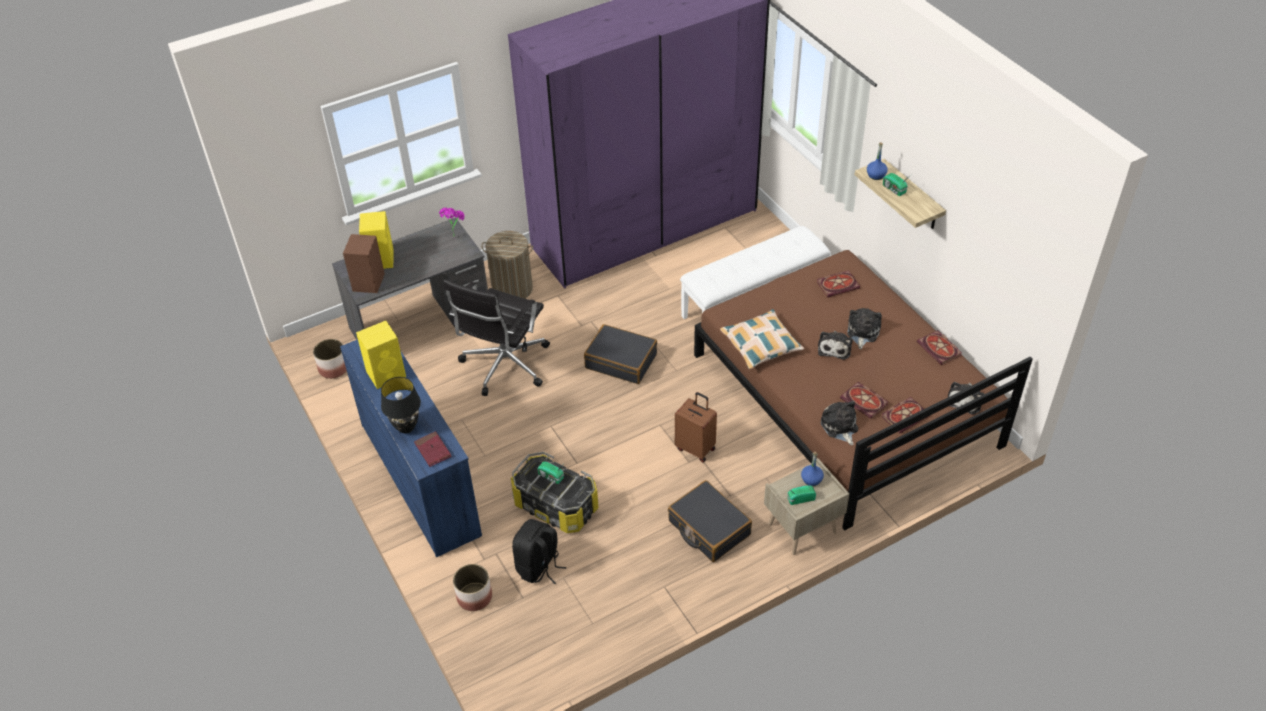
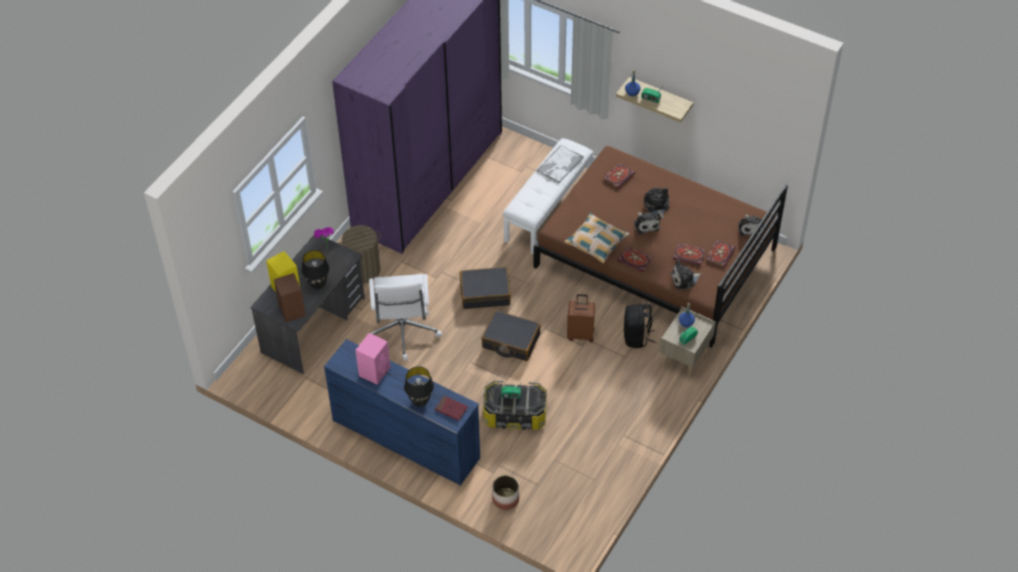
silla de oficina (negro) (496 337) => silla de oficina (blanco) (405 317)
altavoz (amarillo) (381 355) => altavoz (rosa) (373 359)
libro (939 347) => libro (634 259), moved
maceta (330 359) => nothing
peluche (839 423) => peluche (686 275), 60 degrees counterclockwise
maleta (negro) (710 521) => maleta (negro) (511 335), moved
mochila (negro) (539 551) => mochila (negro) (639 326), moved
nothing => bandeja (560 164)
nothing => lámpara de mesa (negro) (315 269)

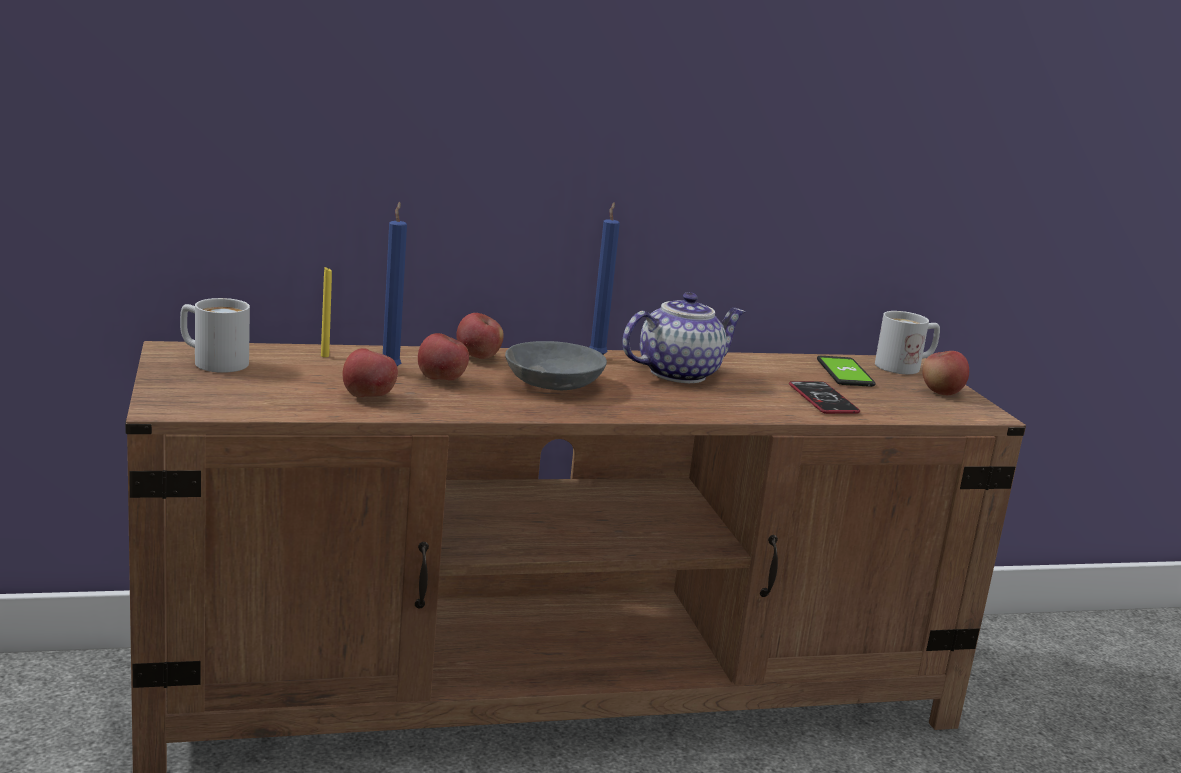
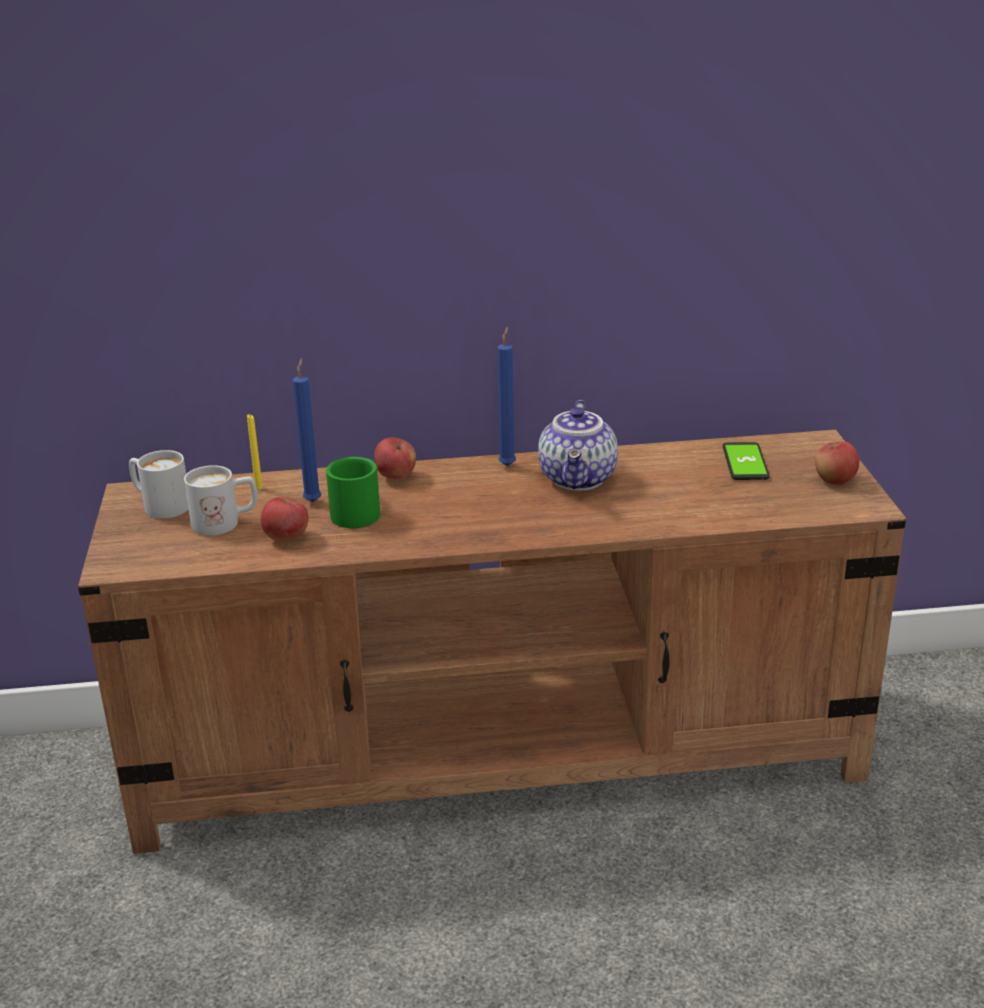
tetera (684 337) => tetera (578 445), 120 degrees clockwise
taza grande (blanco) (907 342) => taza grande (blanco) (220 500), moved
manzana (443 356) => taza grande (verde) (353 492)
cuenco (gris) (556 365) => nothing
móvil (824 397) => nothing

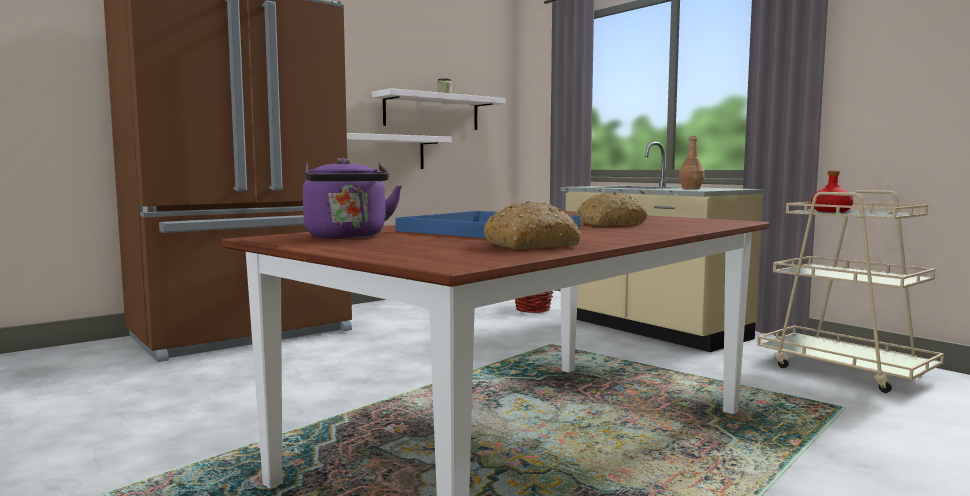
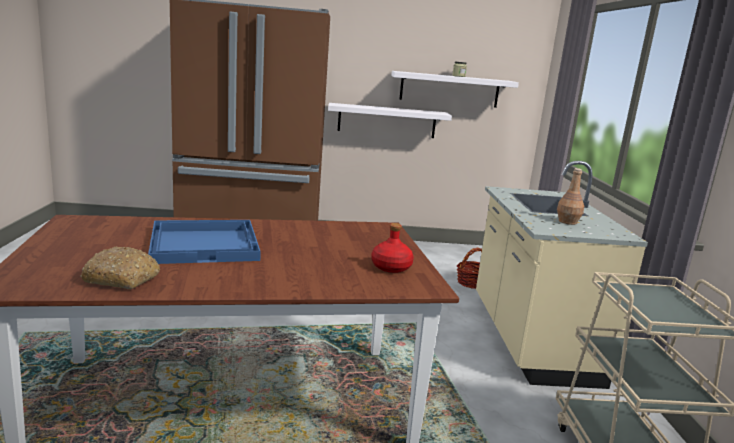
hervidor (morado) (352 198) => nothing
botella (rojo) (832 191) => botella (rojo) (392 248), moved
pan (611 209) => nothing

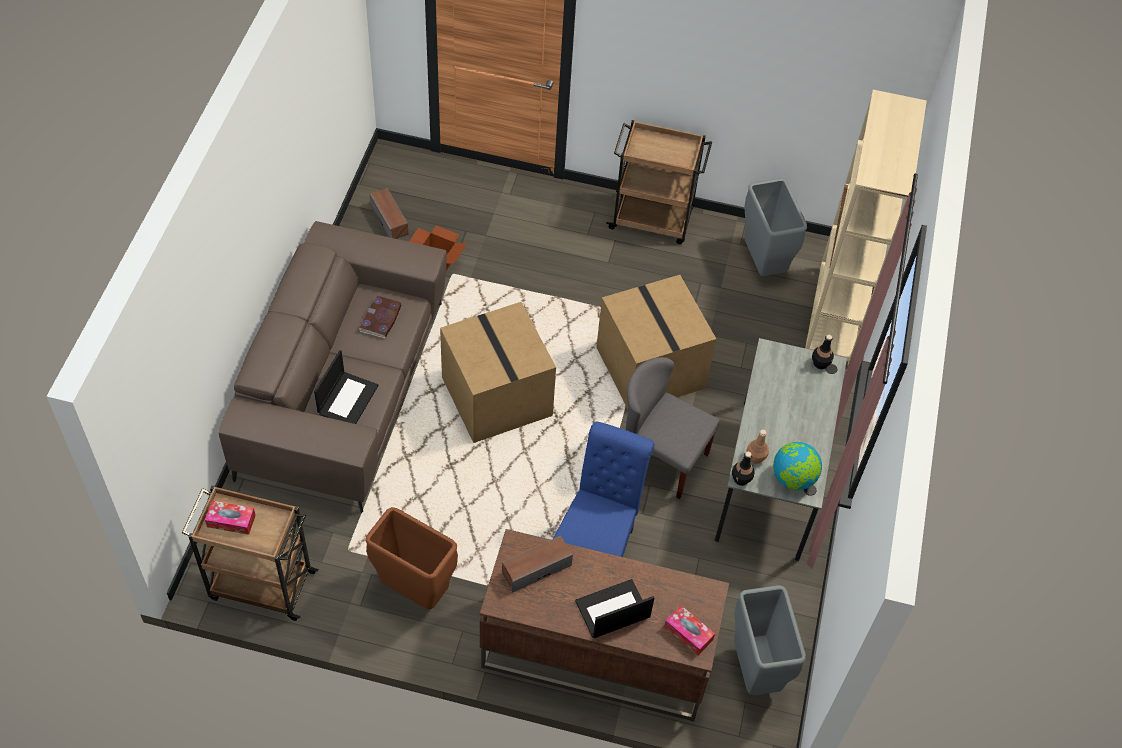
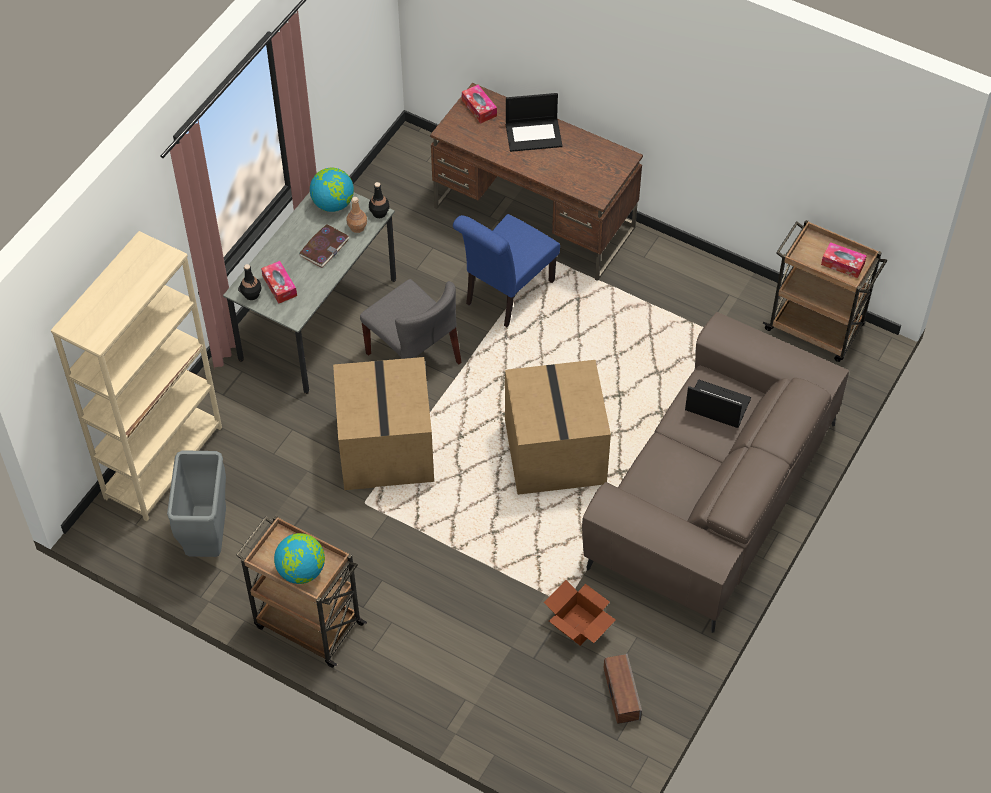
libro (380 317) => libro (324 246), moved
portátil (346 387) => portátil (718 403), 75 degrees clockwise
papelera (marrón) (412 558) => nothing
altavoz (537 564) => nothing
papelera (gris) (770 640) => nothing
nothing => caja de pañuelos (279 282)
nothing => globo terráqueo (299 558)

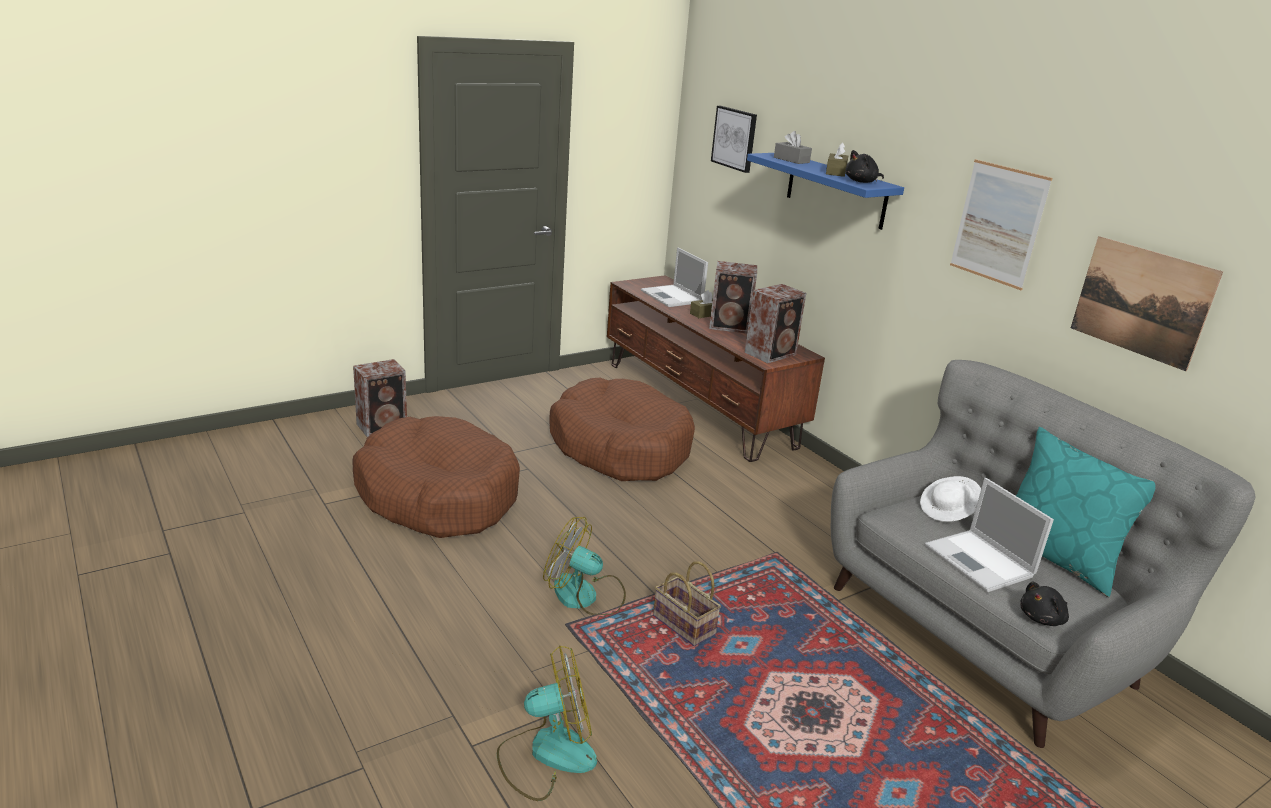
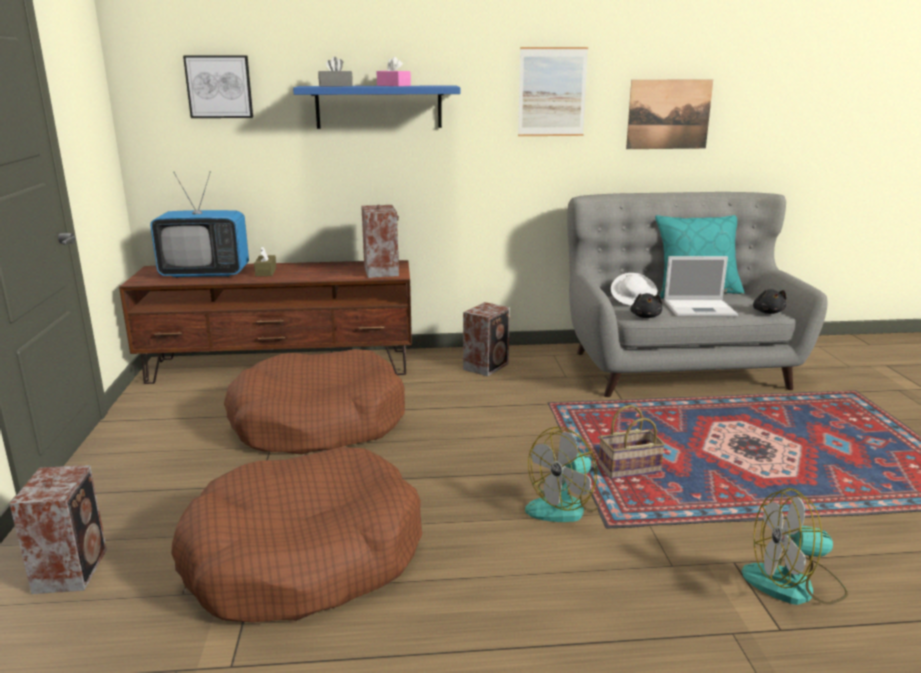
caja de pañuelos (marrón) (837 159) => caja de pañuelos (rosa) (393 71)
peluche (negro) (864 166) => peluche (negro) (646 305), moved
portátil (674 277) => televisor (199 224)
altavoz (733 297) => altavoz (486 339), moved
ventilador (547 723) => ventilador (794 546), 105 degrees counterclockwise

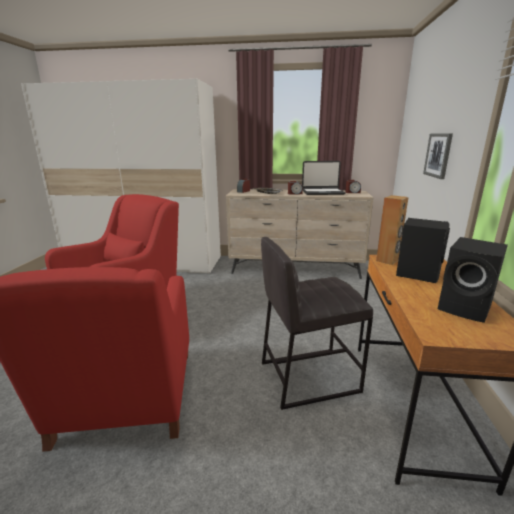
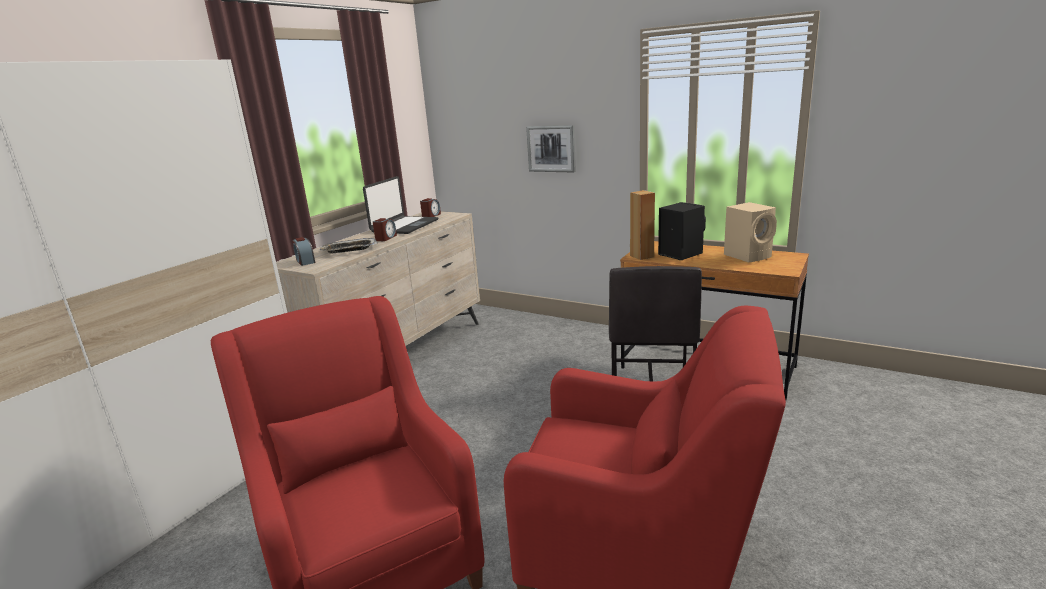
altavoz (negro) (473 280) => altavoz (beis) (750 232)

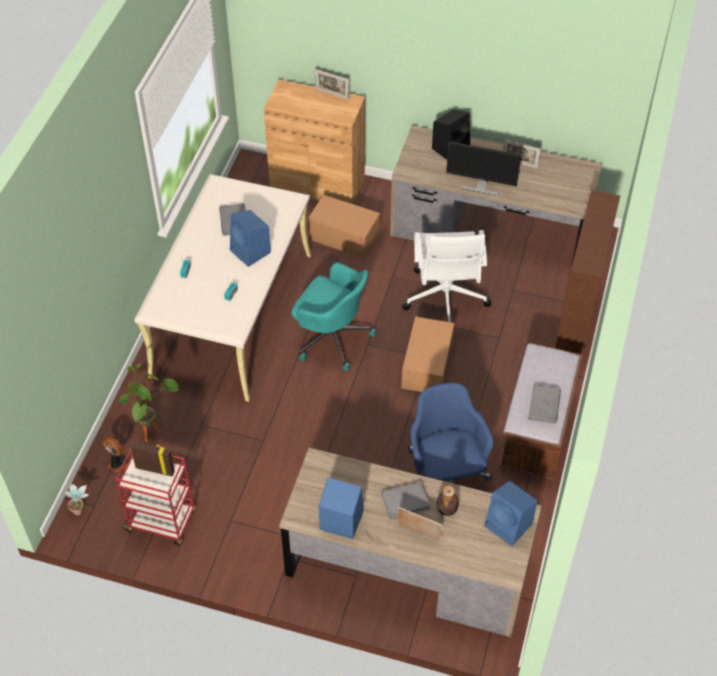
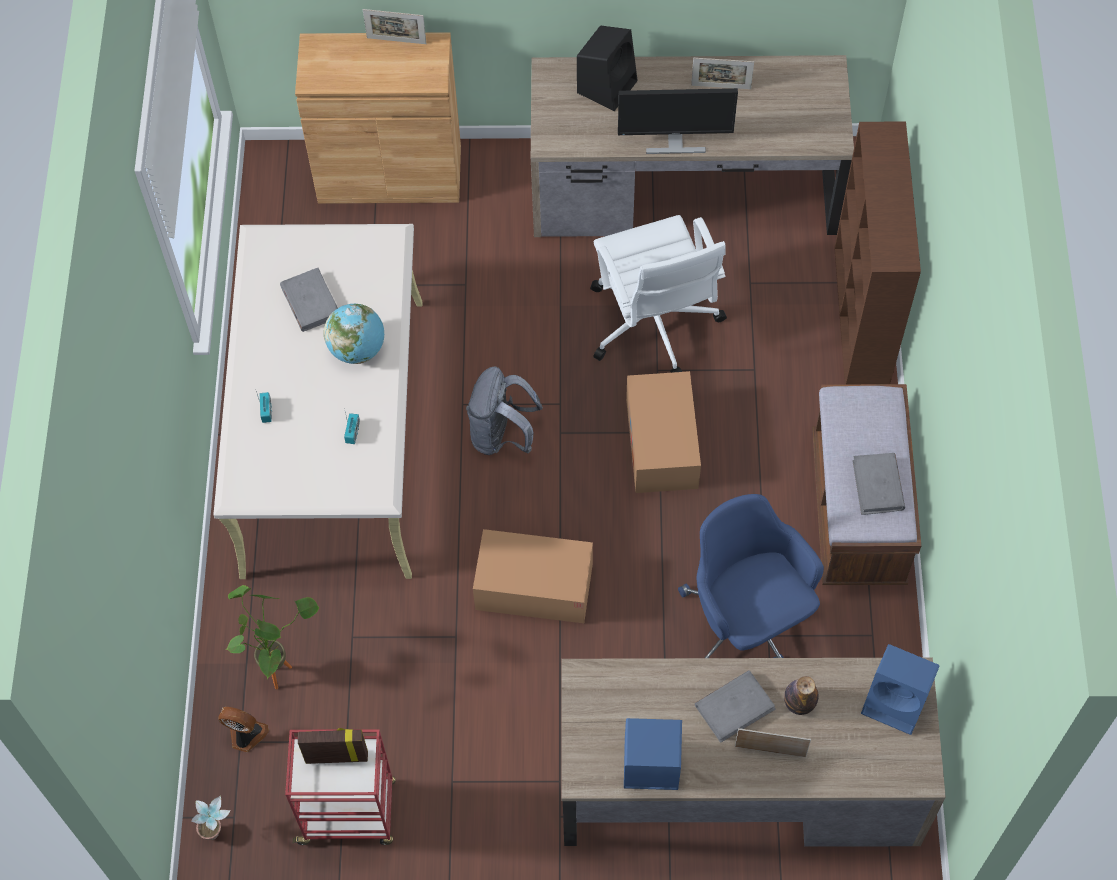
caja de cartón (343 226) => caja de cartón (533 576), moved
altavoz (azul) (250 238) => globo terráqueo (354 334)
silla de oficina (turquesa) (334 316) => mochila (gris) (504 410)

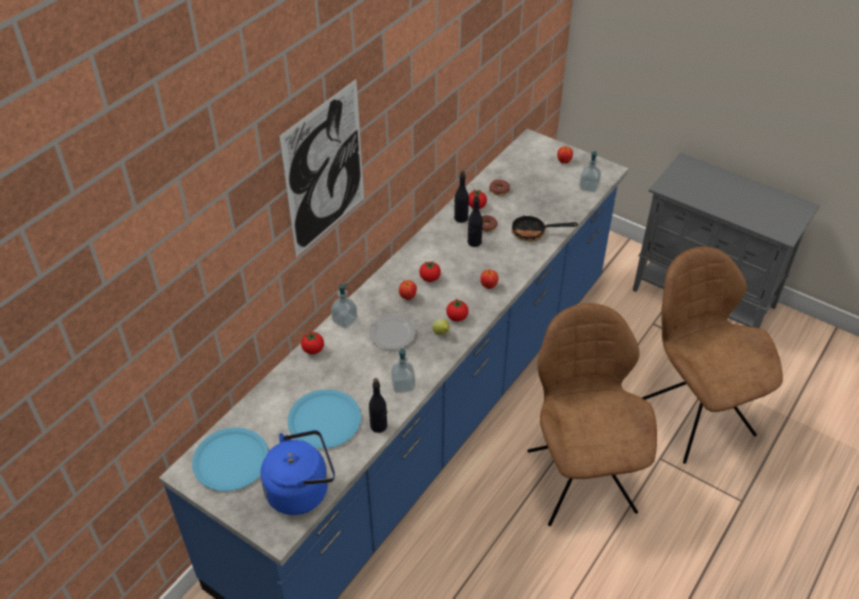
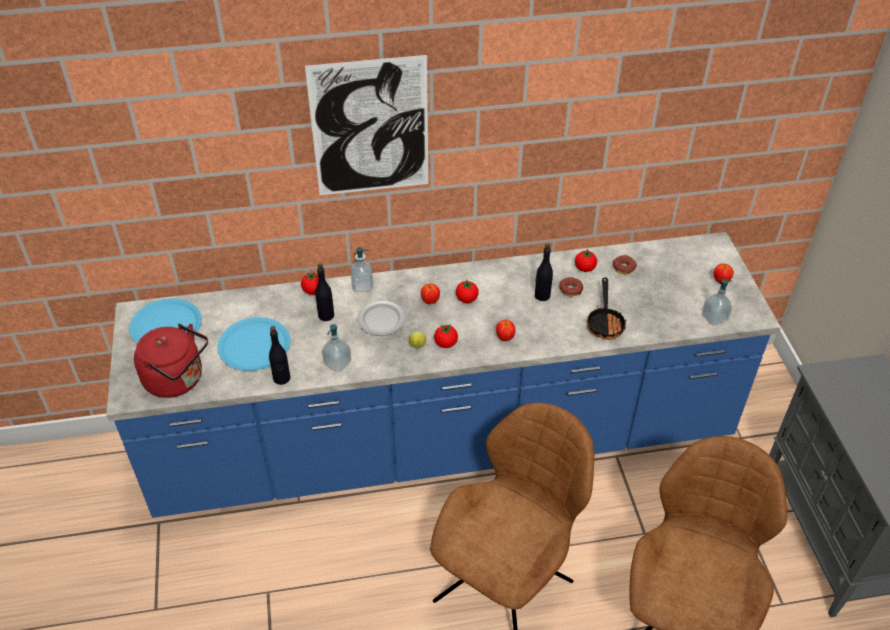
botella (negro) (461 196) => botella (negro) (324 292), moved
sartén (545 225) => sartén (606 308), 135 degrees counterclockwise
hervidor (azul) (297 472) => hervidor (rojo) (171 361)

